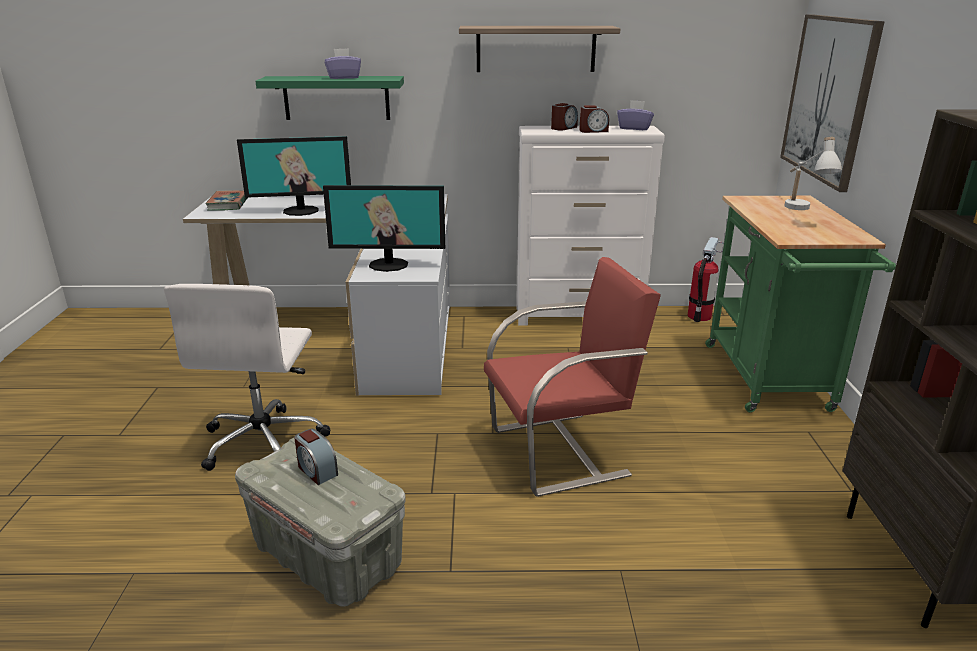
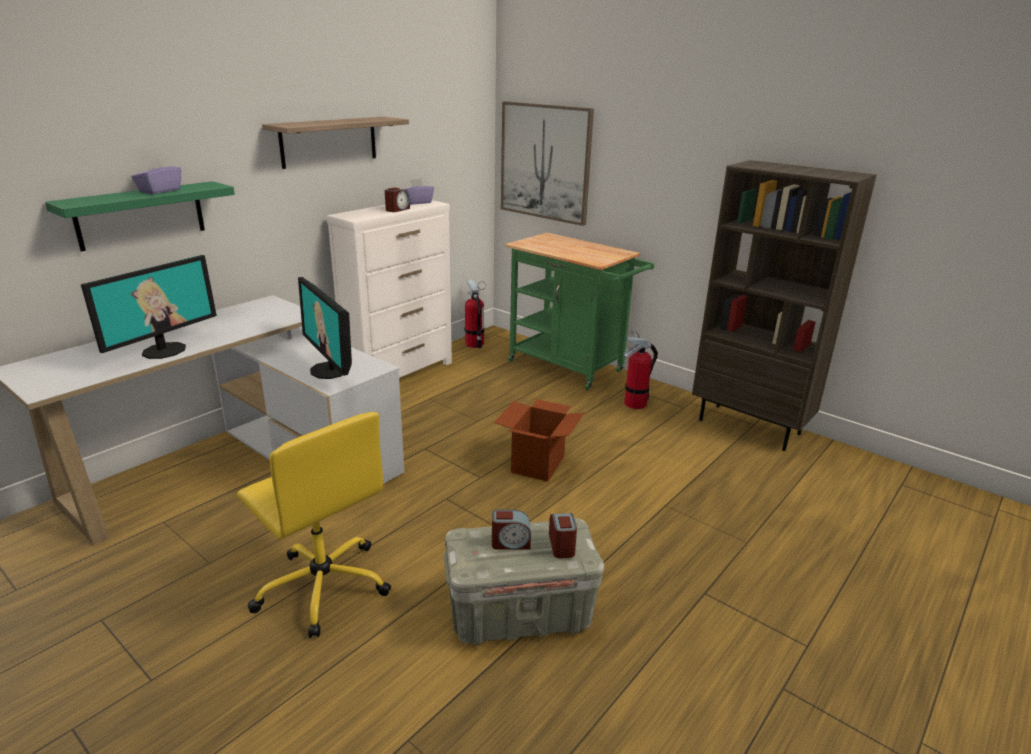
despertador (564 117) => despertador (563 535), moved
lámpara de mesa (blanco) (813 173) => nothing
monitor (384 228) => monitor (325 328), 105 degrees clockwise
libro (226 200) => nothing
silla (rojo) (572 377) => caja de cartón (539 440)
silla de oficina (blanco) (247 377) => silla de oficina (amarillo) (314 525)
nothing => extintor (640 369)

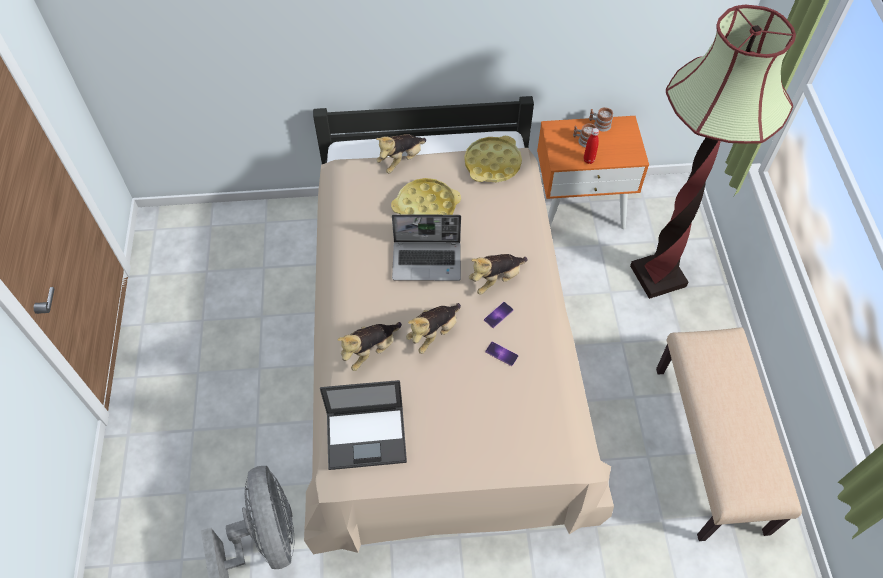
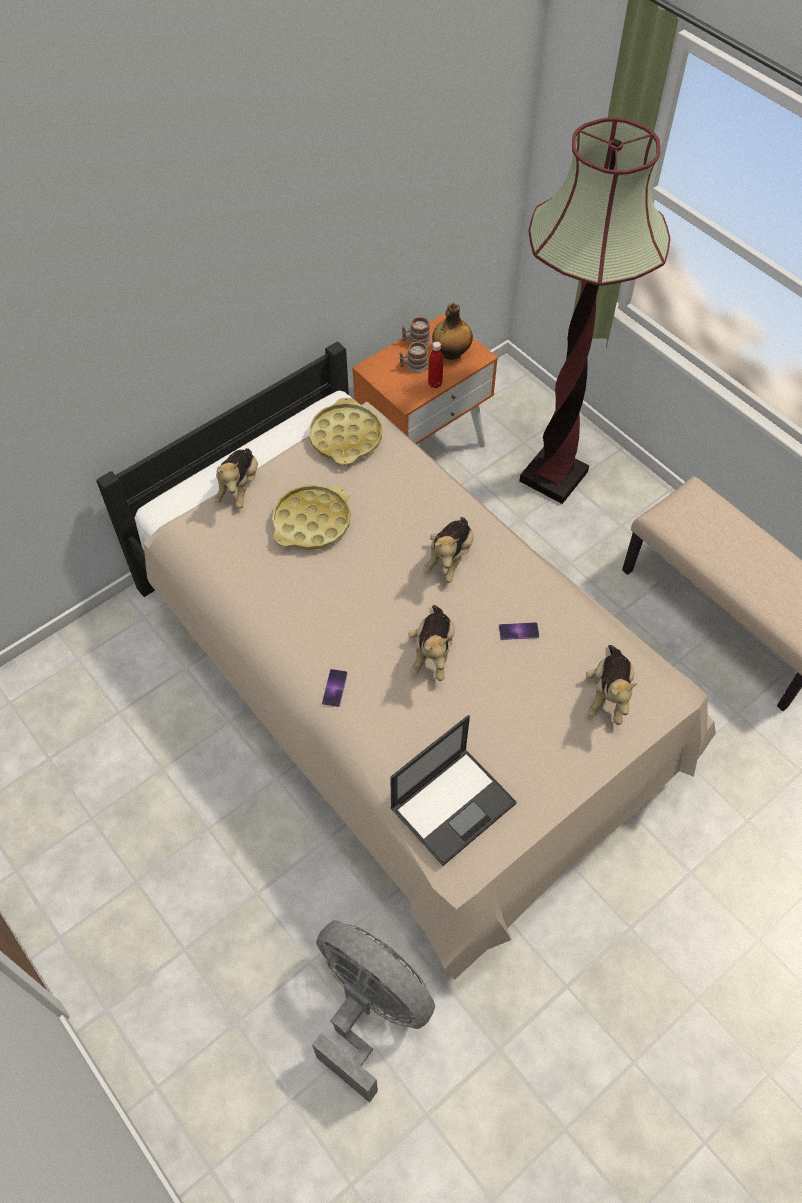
portátil (426 247) => nothing
móvil (499 315) => móvil (335 688), moved
peluche (370 346) => peluche (611 685), moved
nothing => botella (452 331)

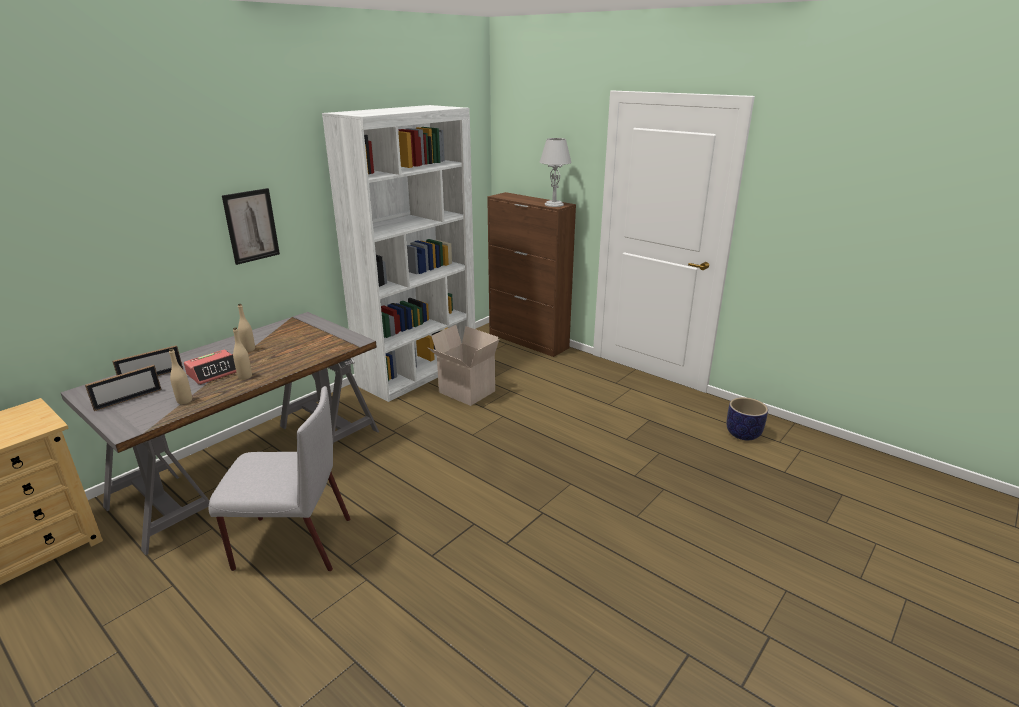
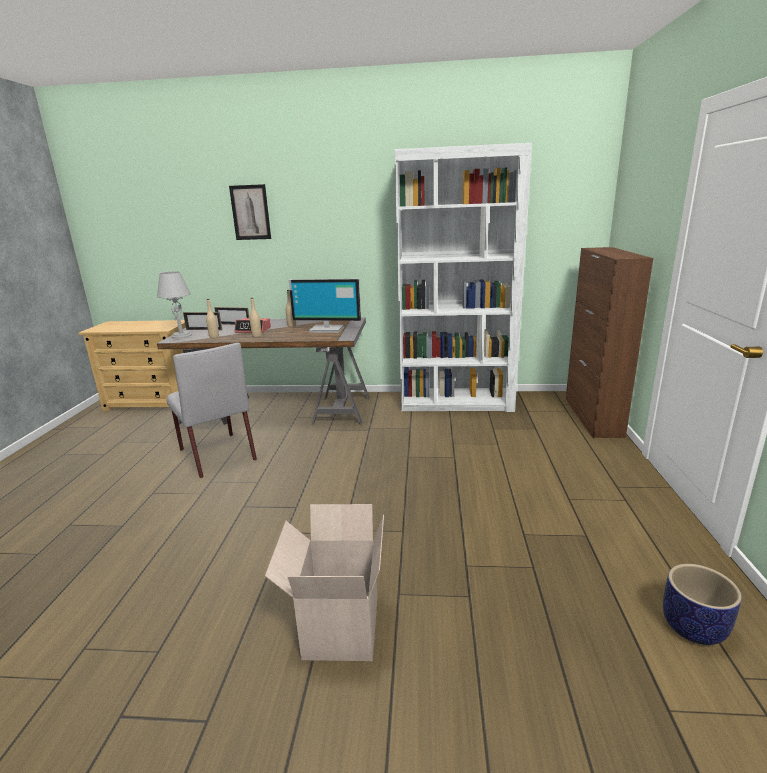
lámpara de mesa (gris) (556 172) => lámpara de mesa (gris) (174 304), moved
cuadro (251 226) => cuadro (250 212), moved
caja de cartón (463 365) => caja de cartón (324 582), moved
nothing => monitor (325 306)

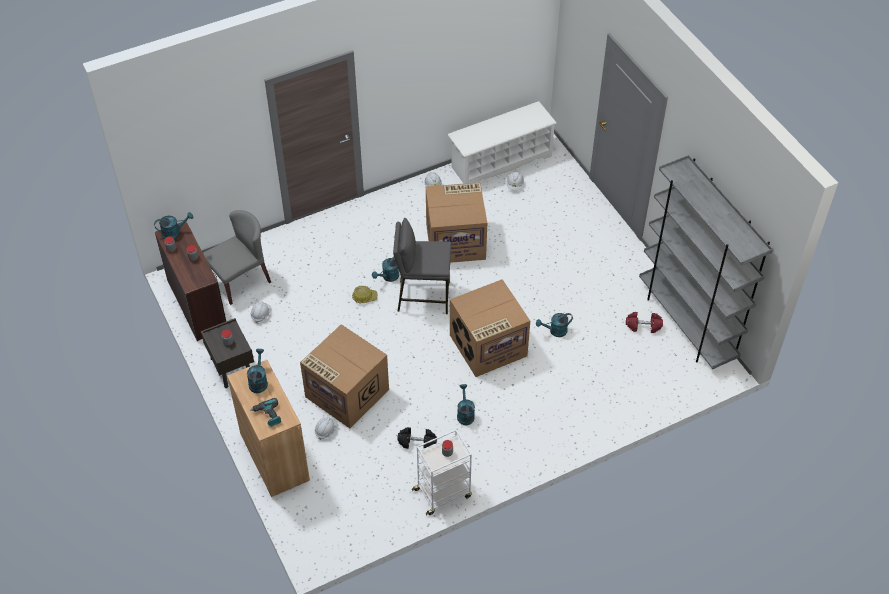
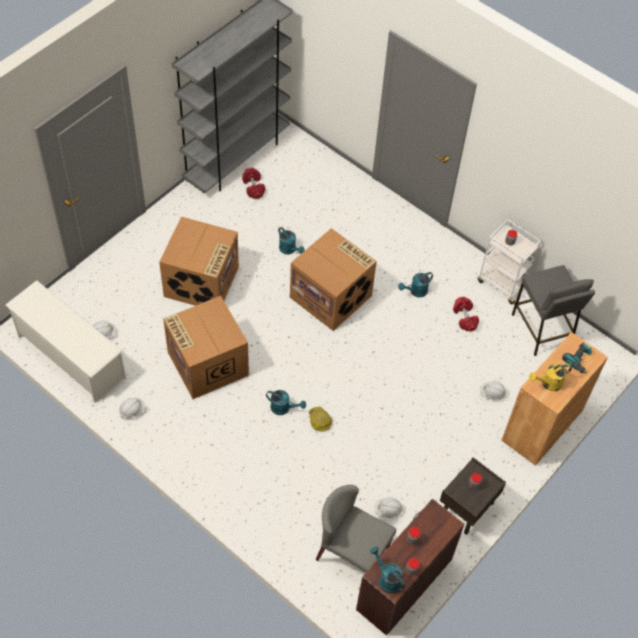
taburete (gris) (422 266) => taburete (gris) (553 310), moved
caja de cartón (344 376) => caja de cartón (199 261), moved
regadera (turquesa) (257 371) => regadera (amarillo) (550 377)
mancuerna (negro) (417 438) => mancuerna (rojo) (466 314)

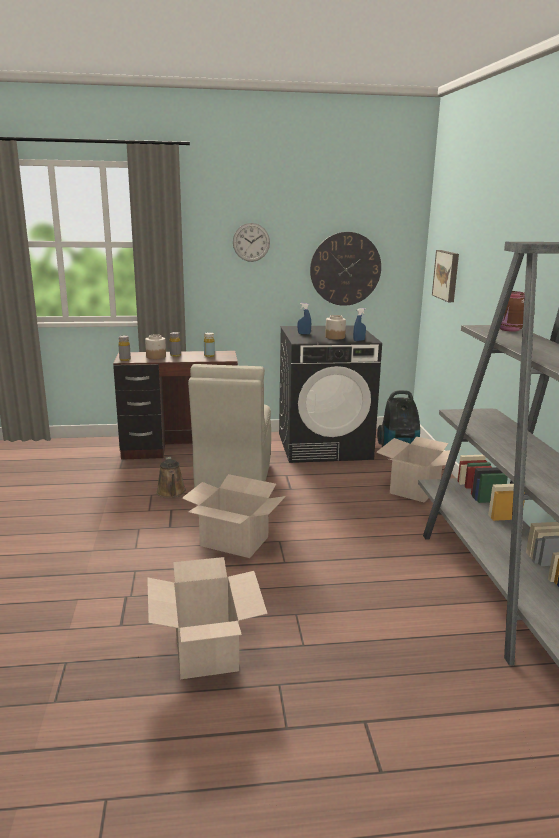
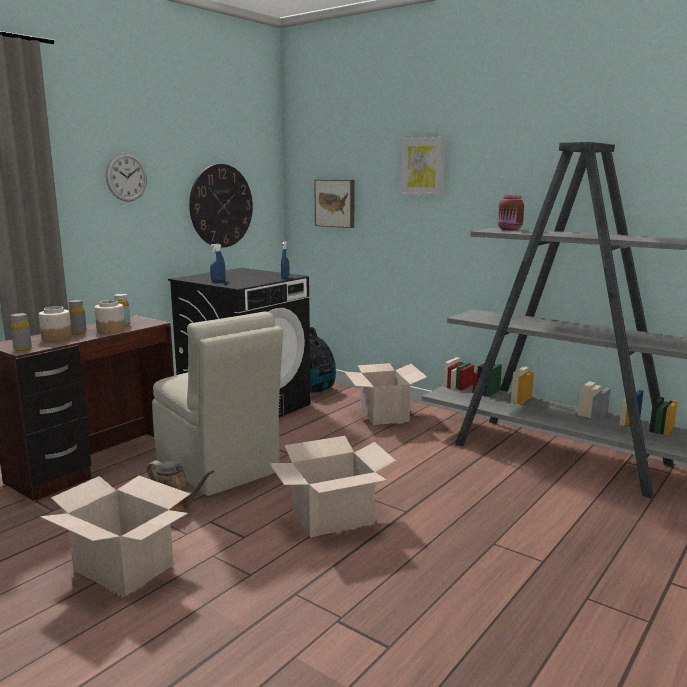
tarro (335 327) => tarro (110 317), moved
caja de cartón (207 618) => caja de cartón (115 536), moved
nothing => cuadro (423 166)

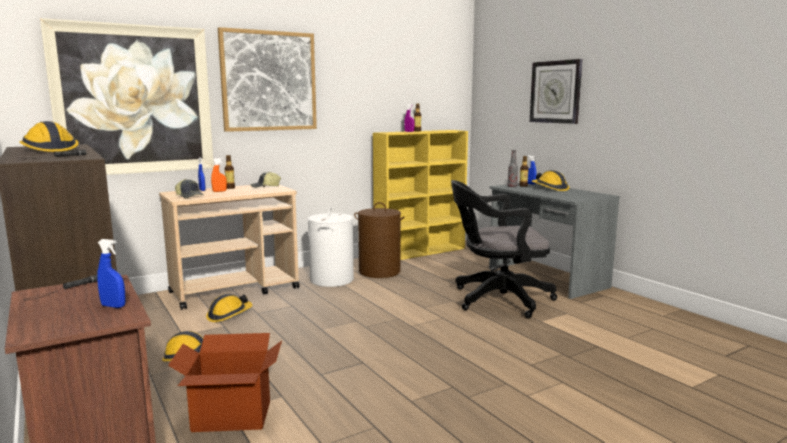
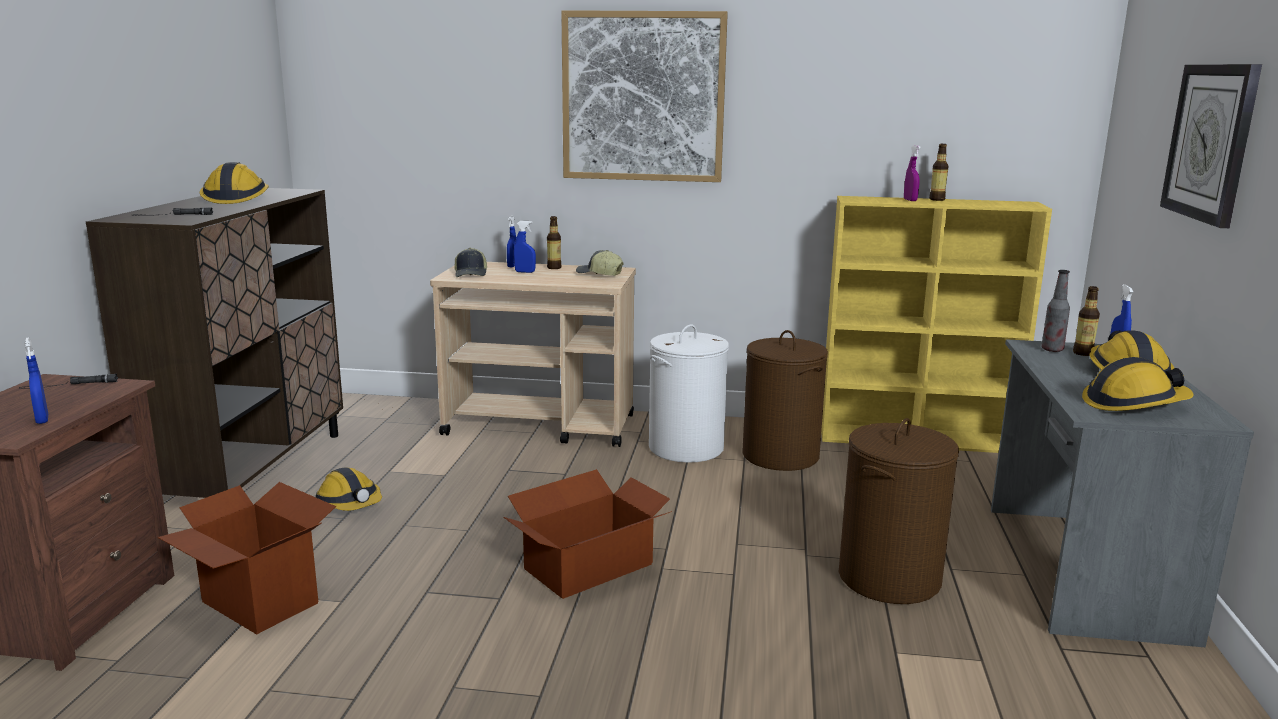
cuadro (127 96) => nothing
pulverizador (naranja) (219 175) => pulverizador (azul) (525 247)
silla de oficina (negro) (504 249) => cesto de la ropa (marrón) (899 511)
casco (229 308) => casco (1137 384), moved
nothing => caja de cartón (587 534)

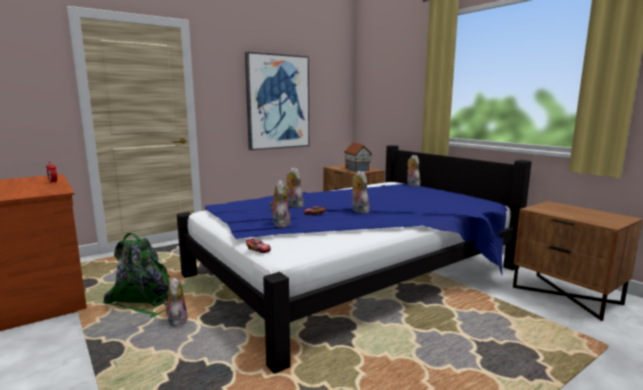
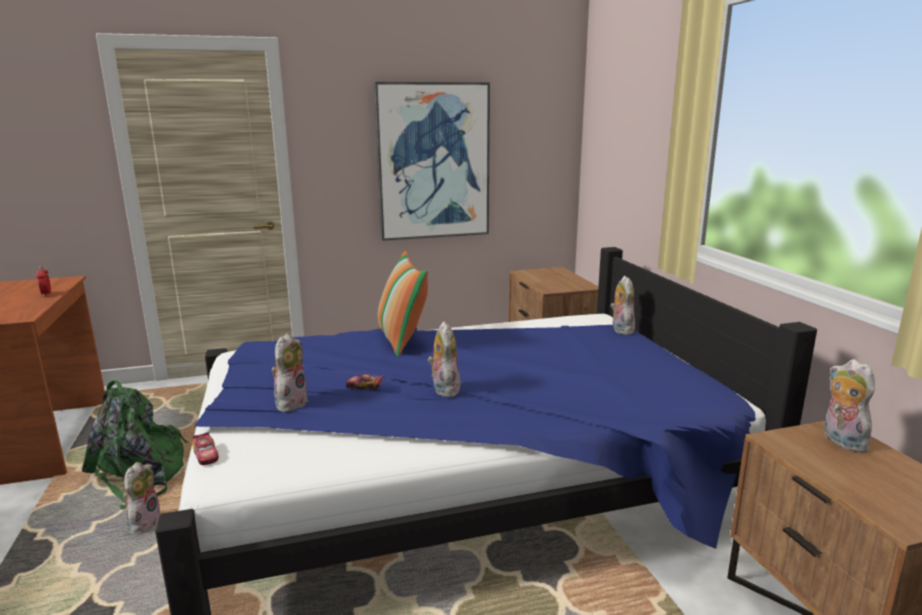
casita (358 157) => nothing
peluche (295 187) => peluche (849 406), moved
nothing => cojín (403 304)

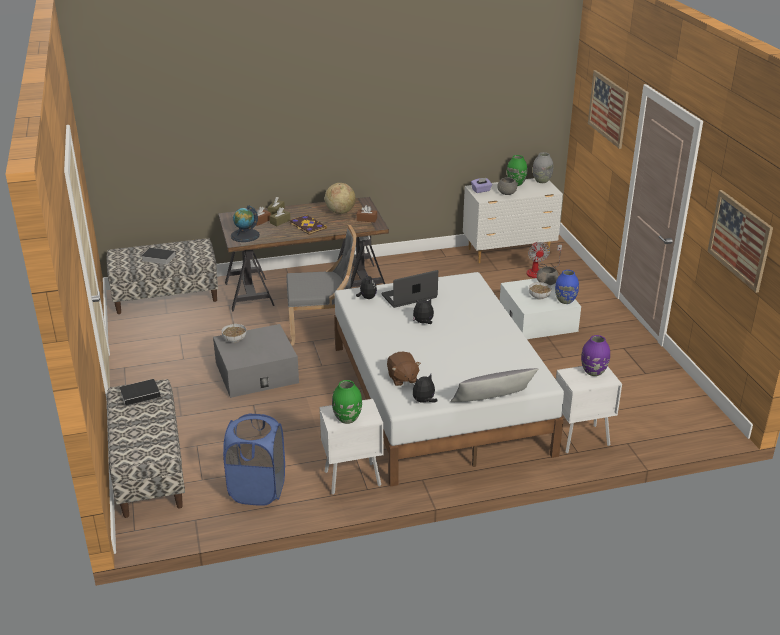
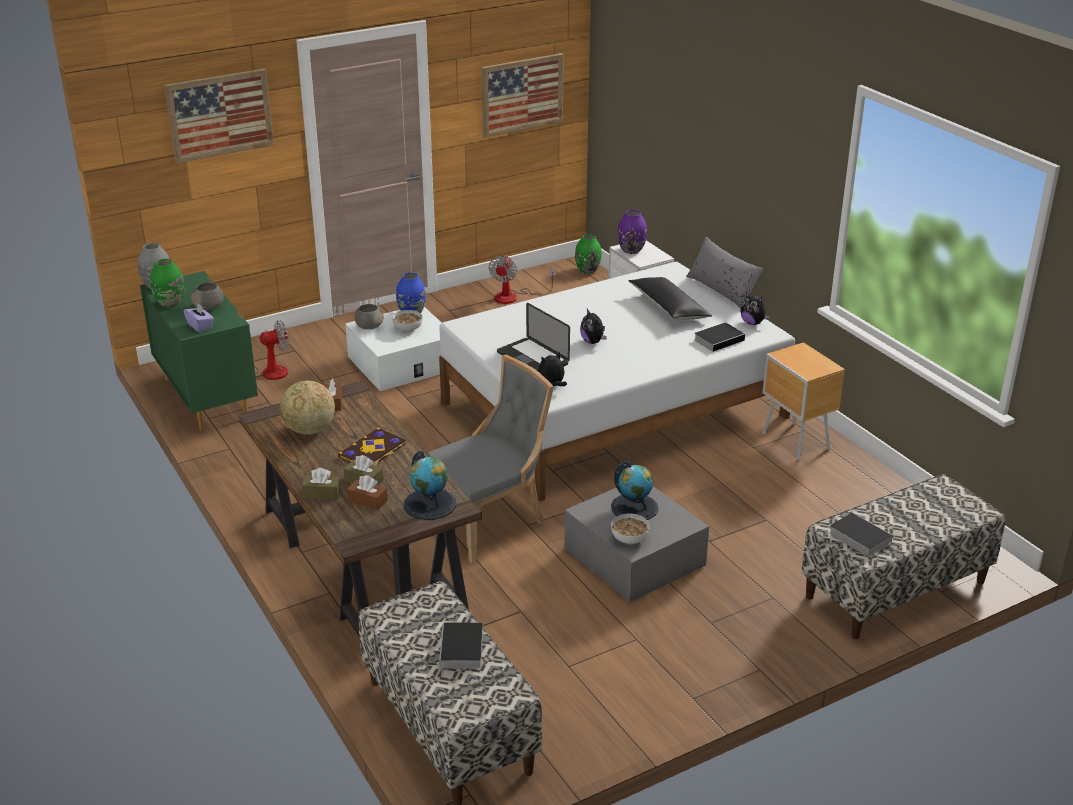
cómoda (blanco) (513 220) => cómoda (verde) (199 351)
silla (gris) (321 285) => silla (gris) (491 459), 75 degrees clockwise
peluche (marrón) (404 369) => libro (721 337)
florero (verde) (347 402) => florero (verde) (588 254), moved
mesita de noche (blanco) (351 447) => mesita de noche (marrón) (803 401)
cesto de la ropa (azul) (254 459) => nothing
nothing => ventilador (522 279)
nothing => cojín (negro) (670 298)
nothing => globo terráqueo (635 490)

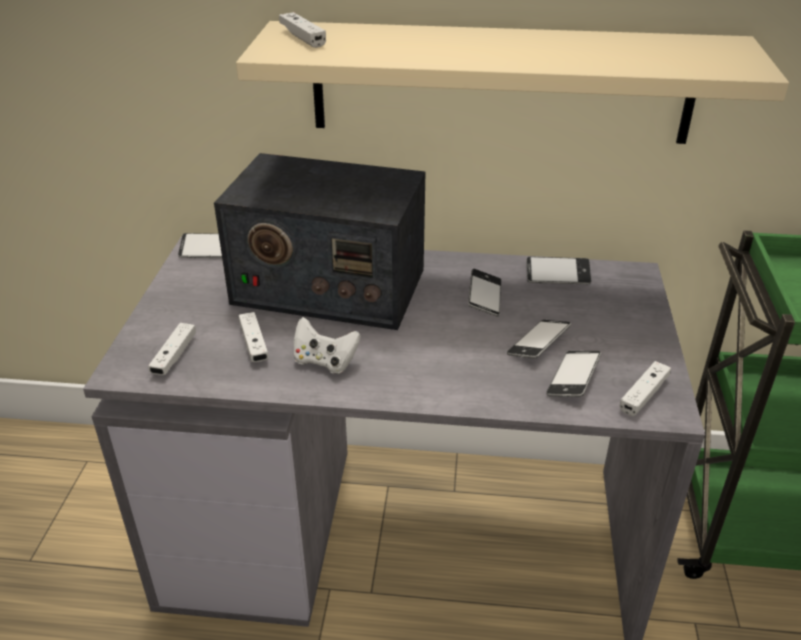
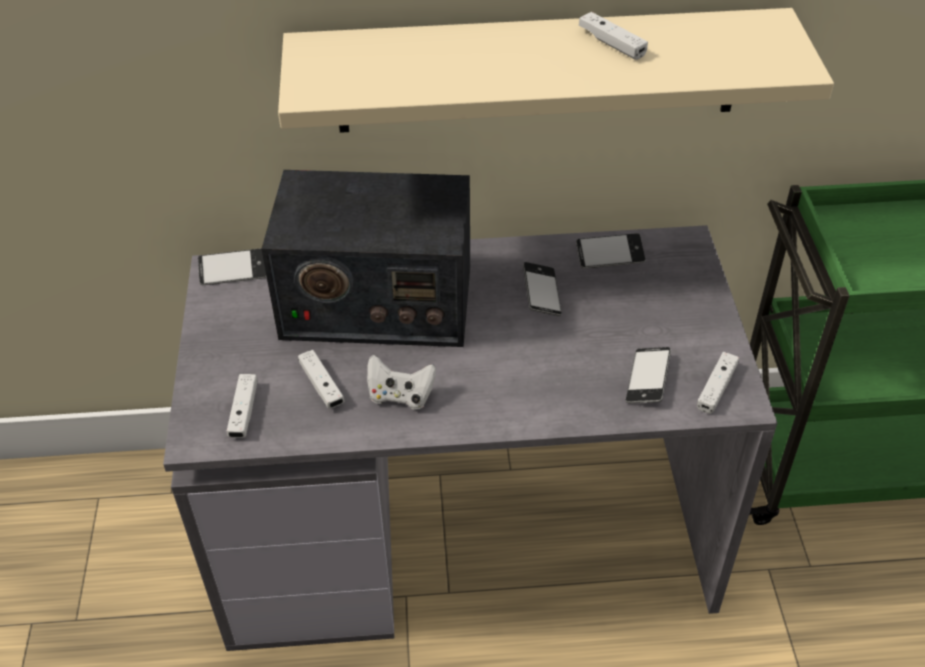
mando de consola (blanco) (302 30) => mando de consola (blanco) (613 36), moved
móvil (539 339) => nothing

